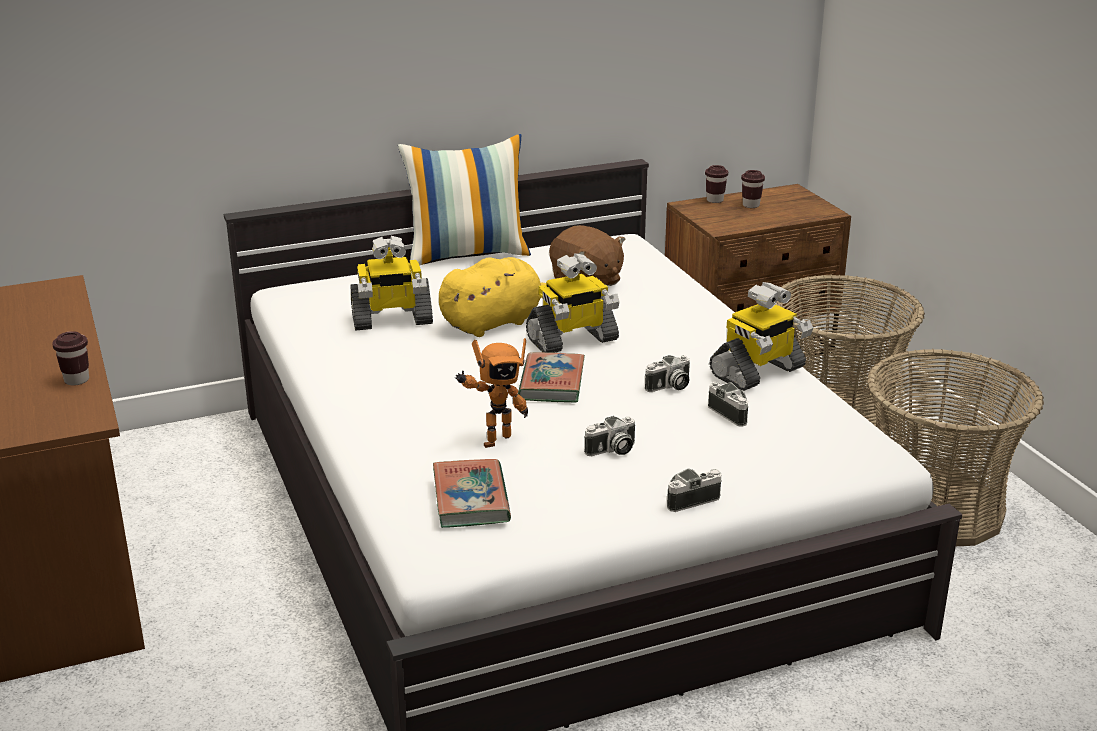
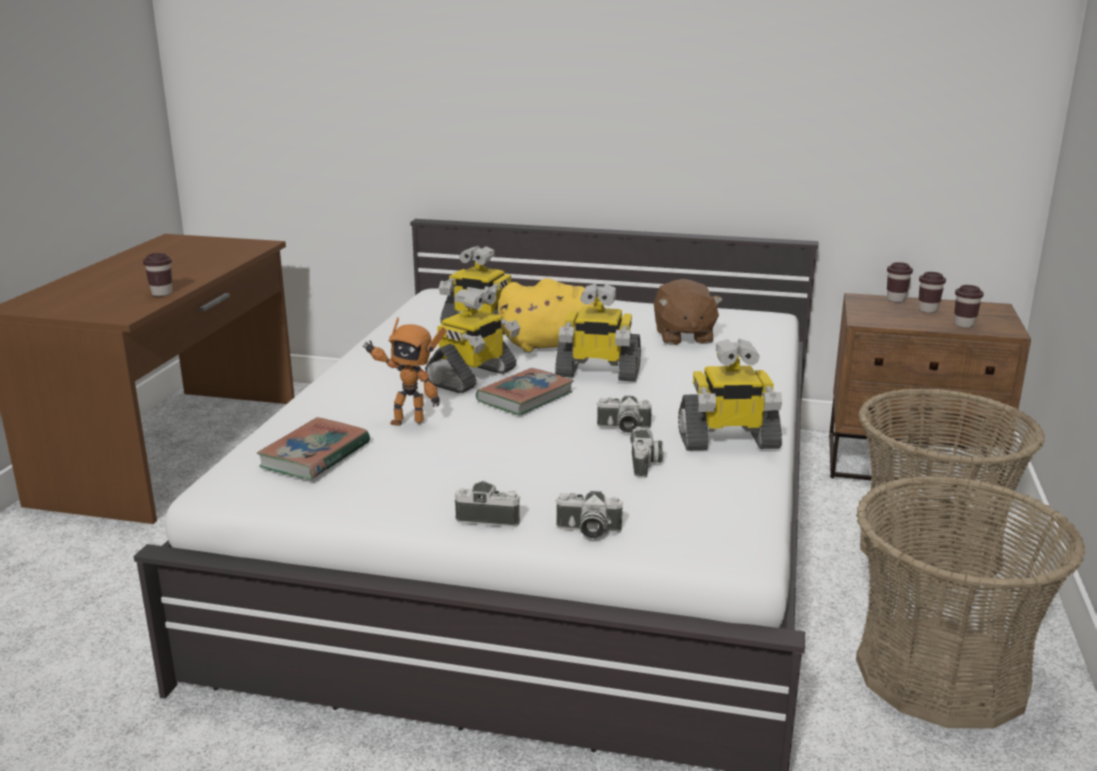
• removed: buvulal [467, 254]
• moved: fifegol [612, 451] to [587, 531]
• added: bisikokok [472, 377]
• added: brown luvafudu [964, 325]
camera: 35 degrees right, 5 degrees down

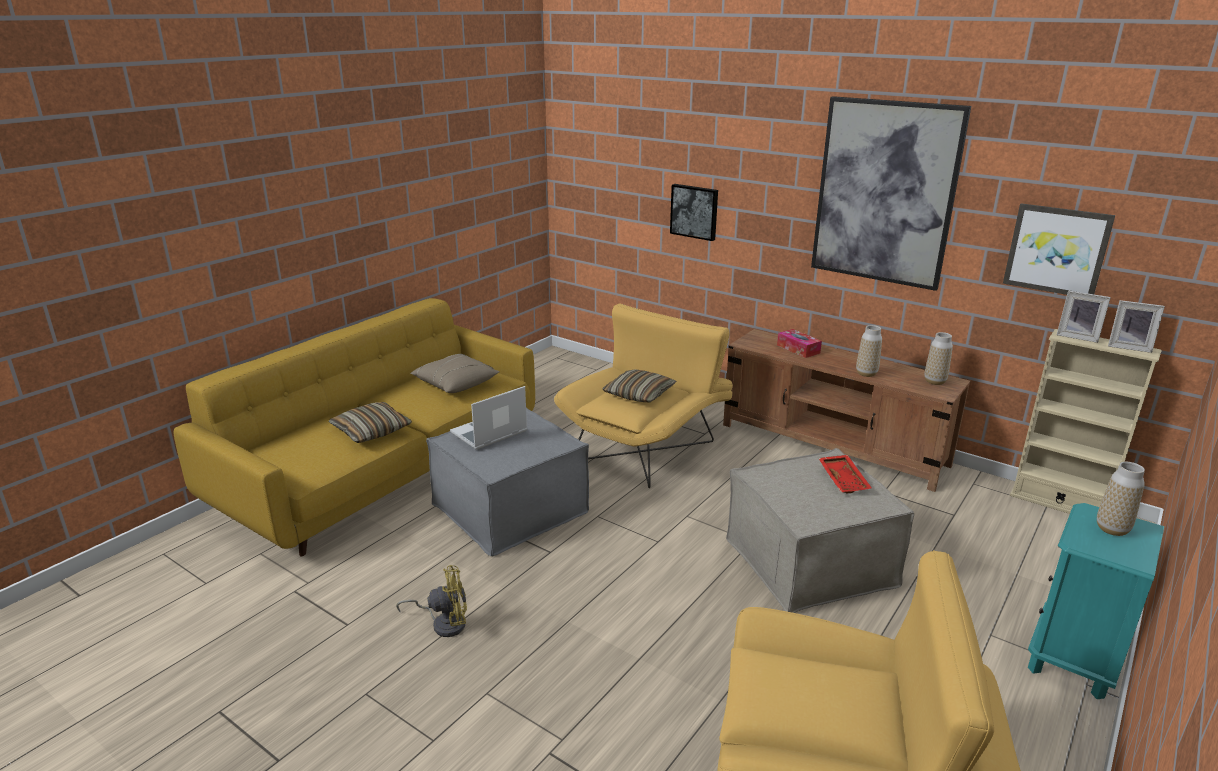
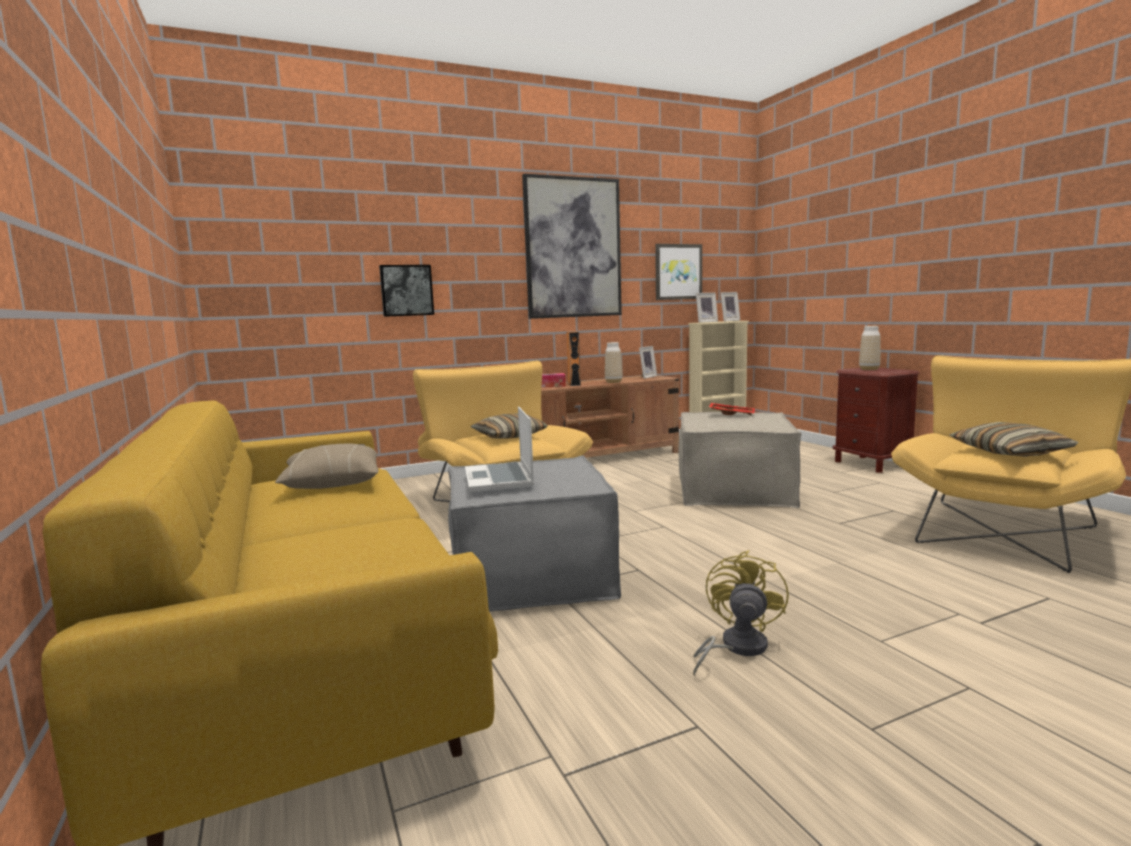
• moved: buvulal [371, 431] to [1010, 452]
• replaced: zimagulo [935, 381] to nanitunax [646, 377]
• recoloured: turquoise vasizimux [1072, 659] to brown vasizimux [870, 464]
• added: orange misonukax [574, 384]
camera: 60 degrees left, 15 degrees down

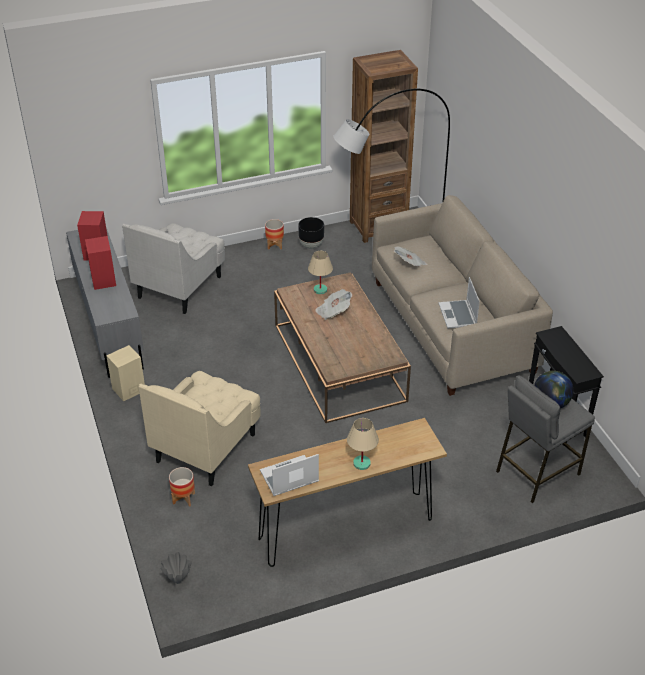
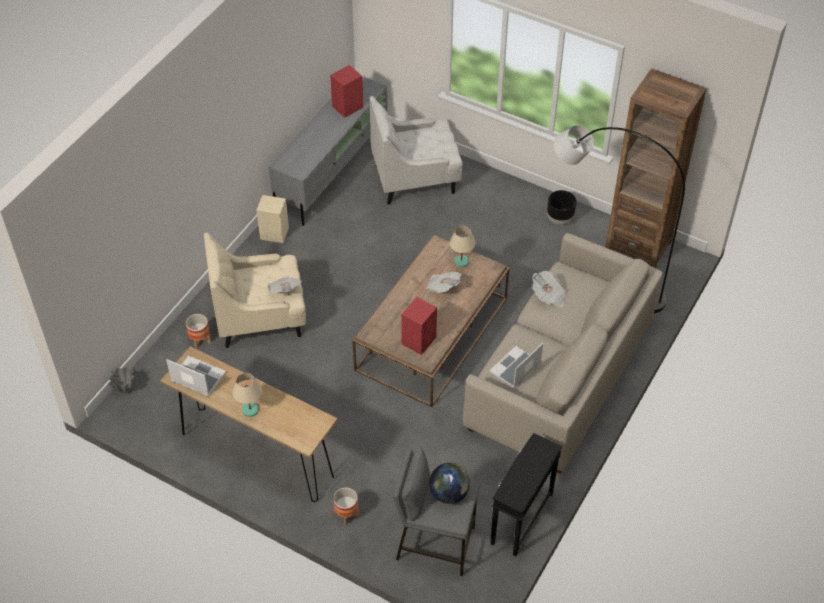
• moved: red misonukax [103, 280] to [419, 340]
• moved: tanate [275, 245] to [346, 515]
• added: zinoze [284, 290]
camera: 50 degrees right, 10 degrees up

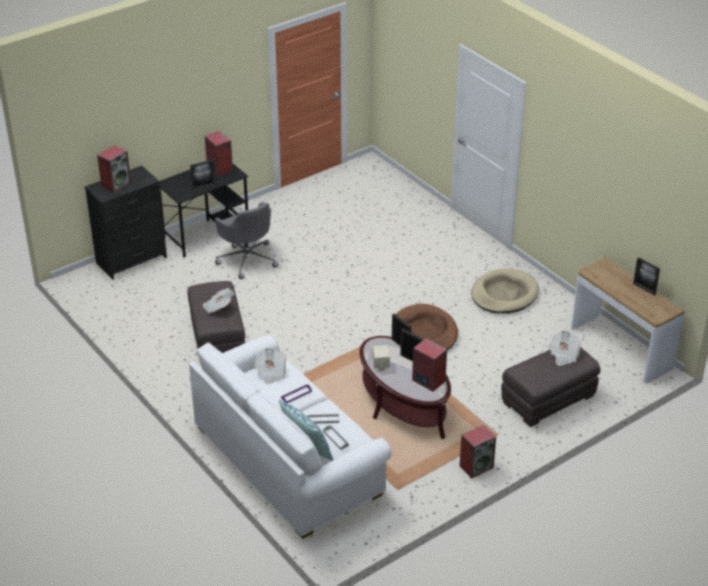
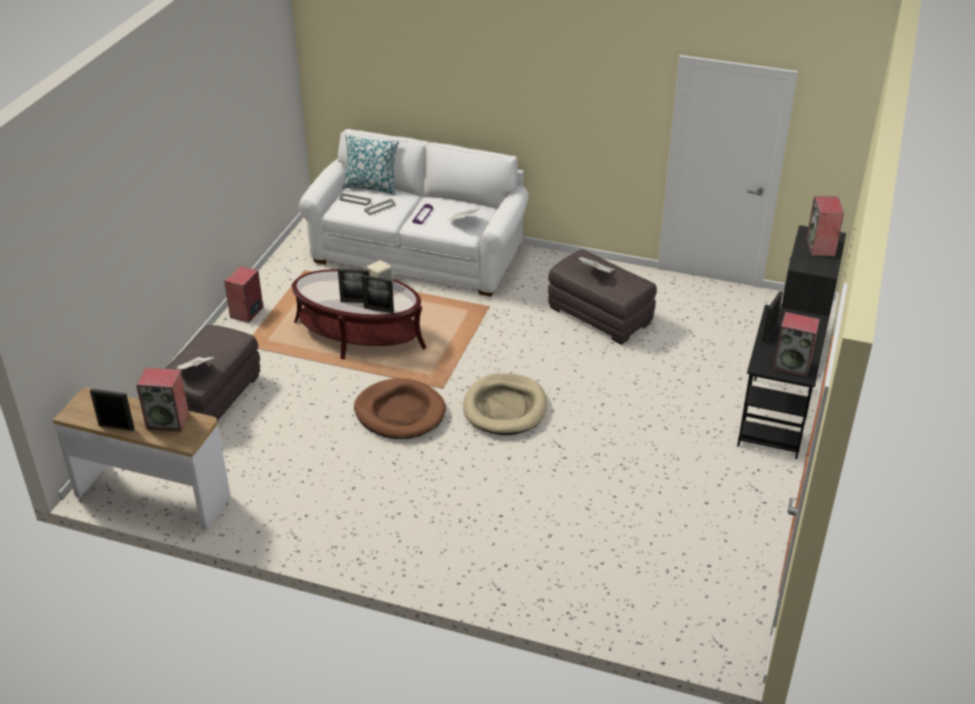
• removed: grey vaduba [247, 259]
• moved: misonukax [428, 380] to [168, 421]
• moved: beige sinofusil [504, 294] to [505, 408]
camera: 145 degrees right, 0 degrees up

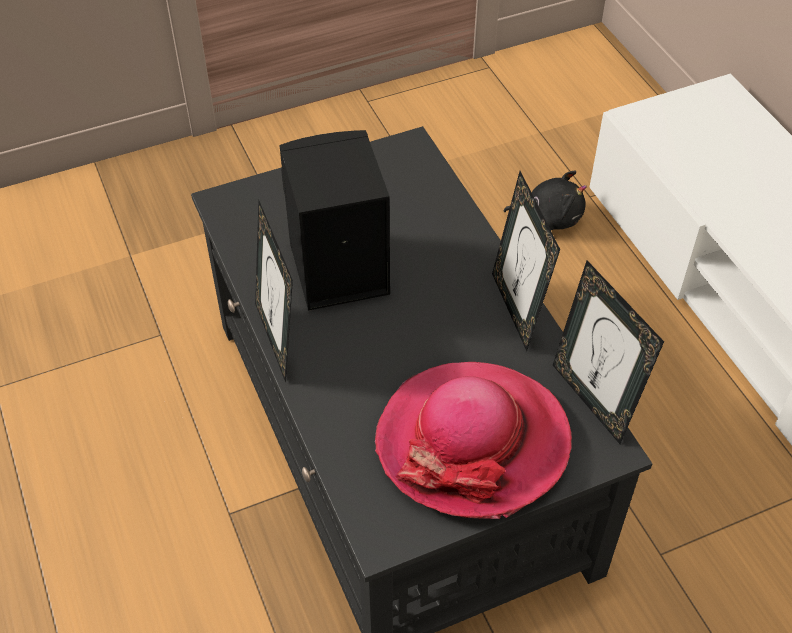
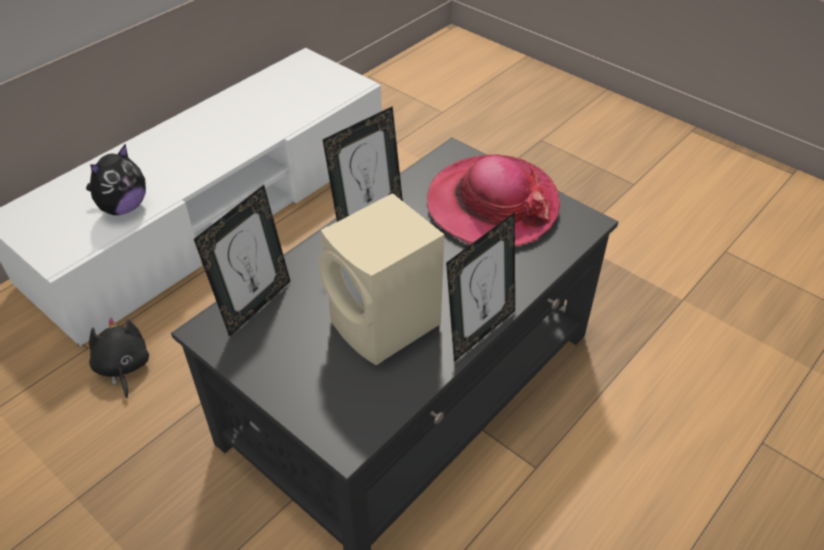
• recoloured: black misonukax [334, 269] to beige misonukax [386, 326]
• moved: nanitunax [592, 399] to [255, 304]
• added: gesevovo [123, 207]
camera: 115 degrees left, 5 degrees down

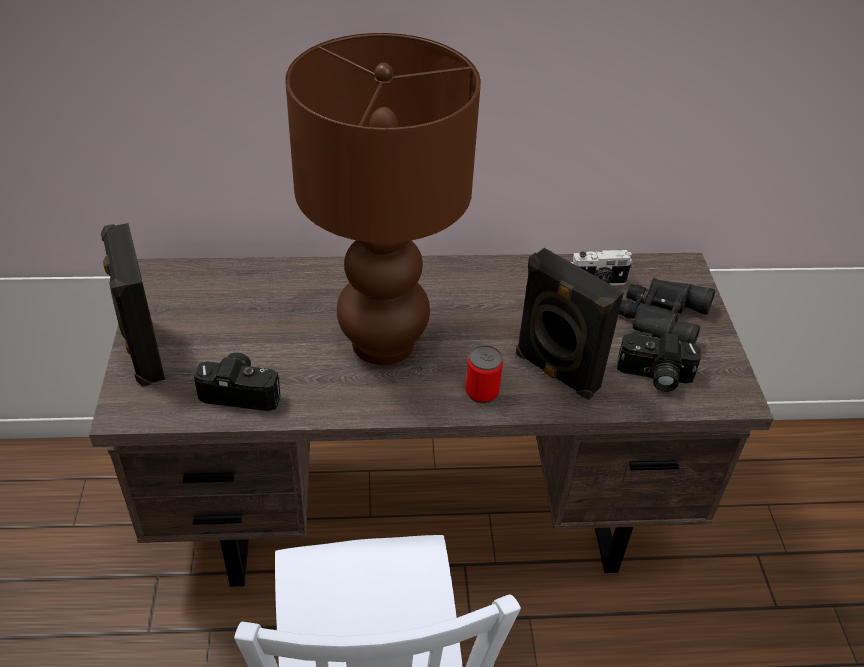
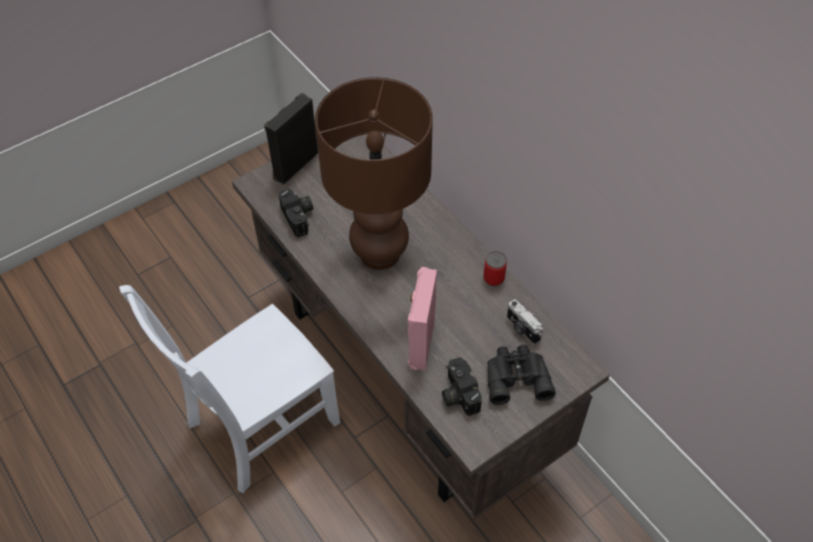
• moved: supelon [482, 392] to [493, 278]
• recoloured: black misonukax [555, 372] to pink misonukax [420, 343]
camera: 60 degrees right, 10 degrees up

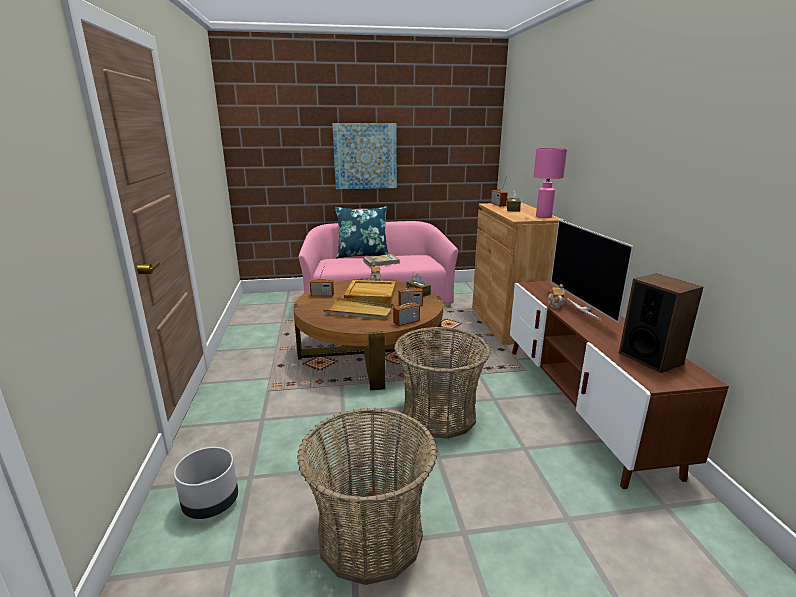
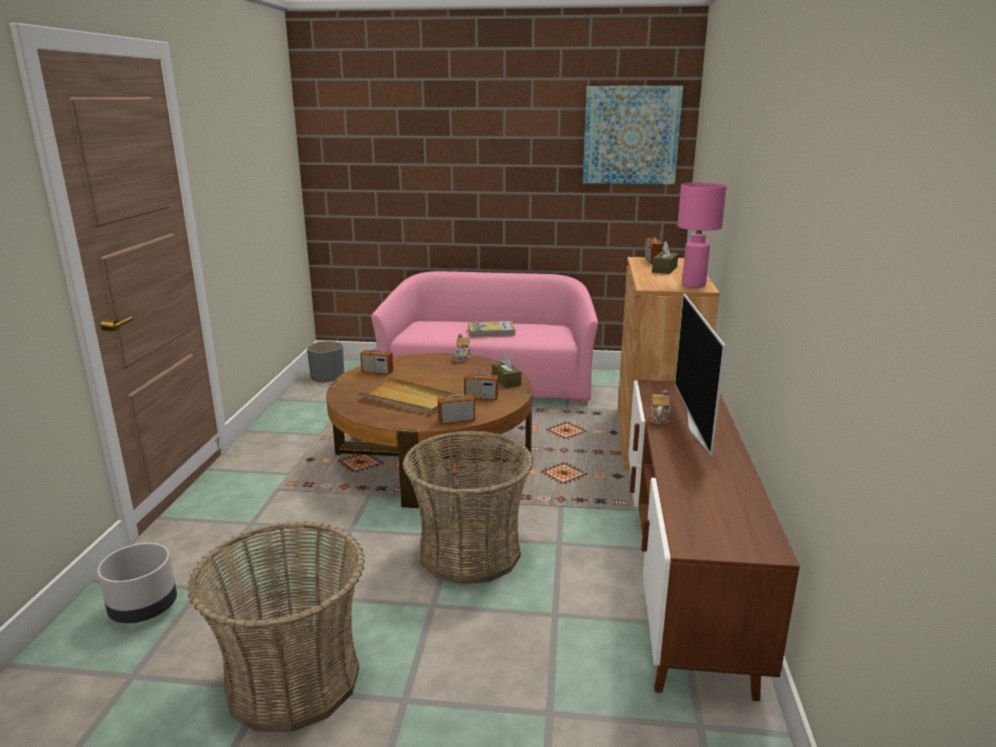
• moved: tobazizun [365, 156] to [631, 135]
• removed: blue buvulal [362, 255]
• removed: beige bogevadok [370, 294]
• removed: misonukax [650, 358]
• added: grey tanate [327, 376]
camera: 15 degrees right, 0 degrees up

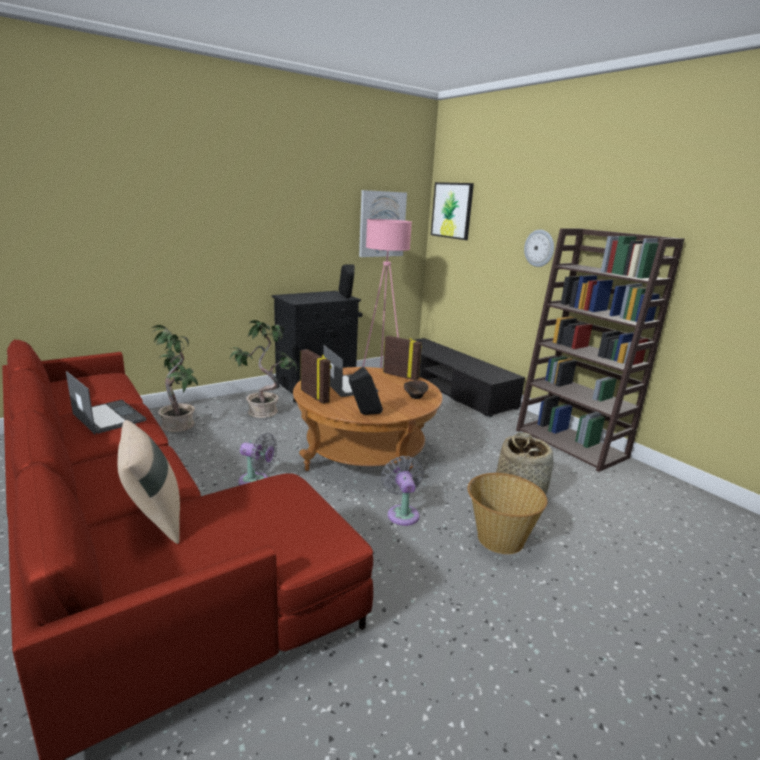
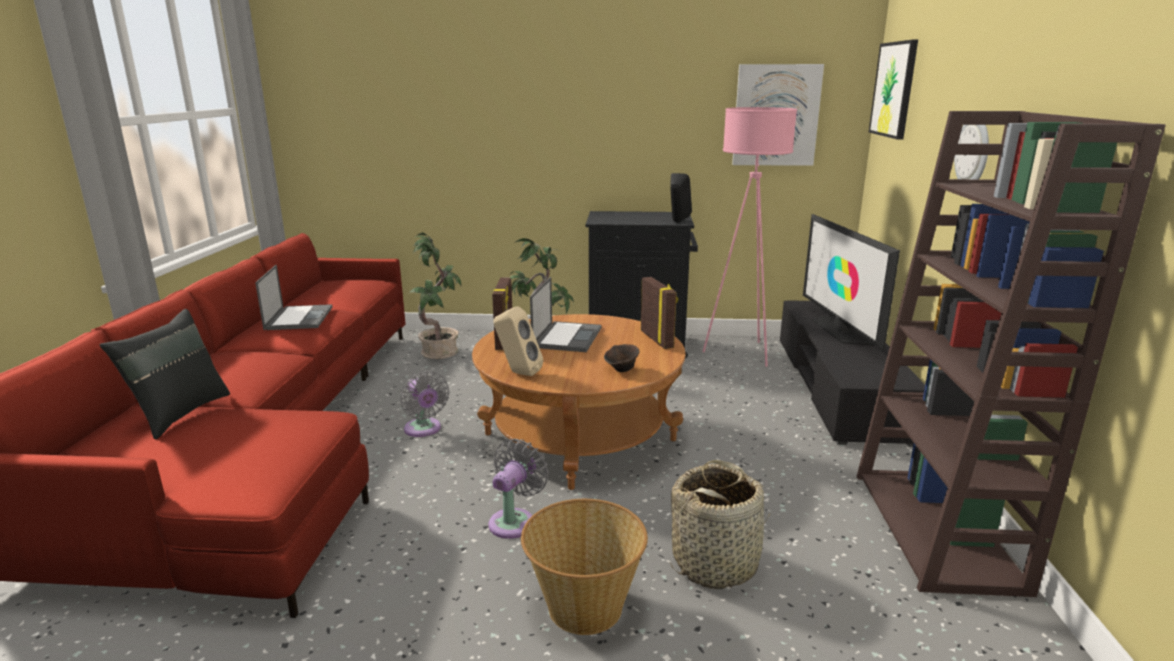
• recoloured: beige buvulal [154, 519] to black buvulal [179, 413]
• recoloured: black misonukax [364, 414] to beige misonukax [518, 373]
• added: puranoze [840, 330]
camera: 40 degrees right, 0 degrees up

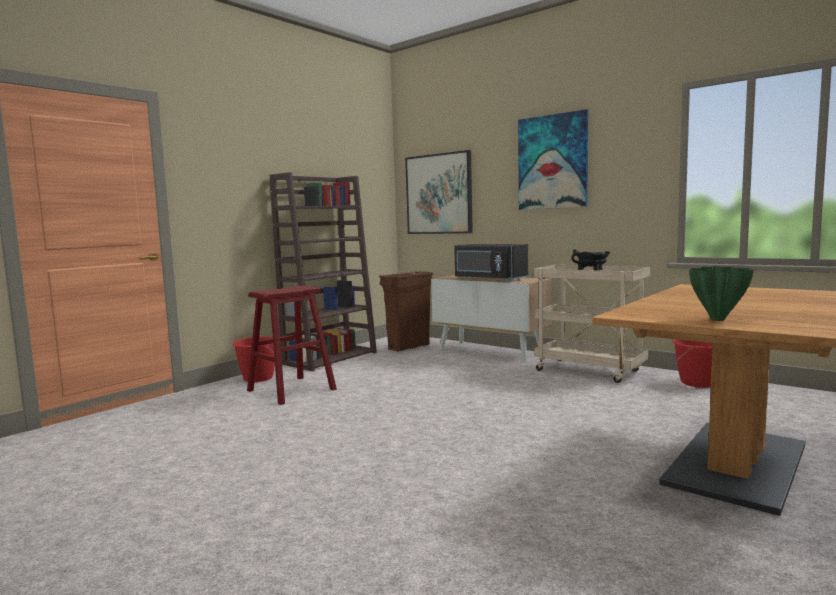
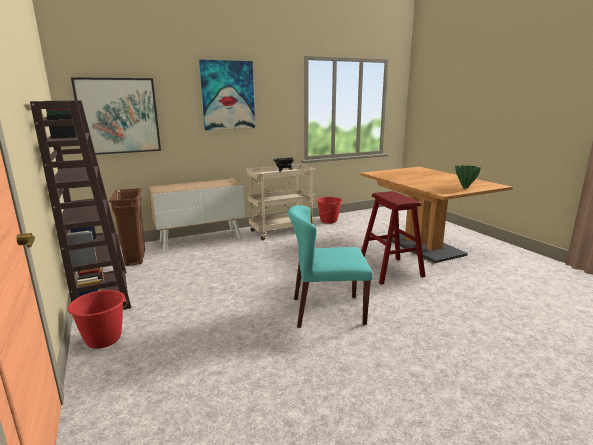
• moved: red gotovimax [291, 390] to [390, 270]
• removed: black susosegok [488, 279]
• added: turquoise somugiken [327, 311]
camera: 65 degrees left, 10 degrees up

